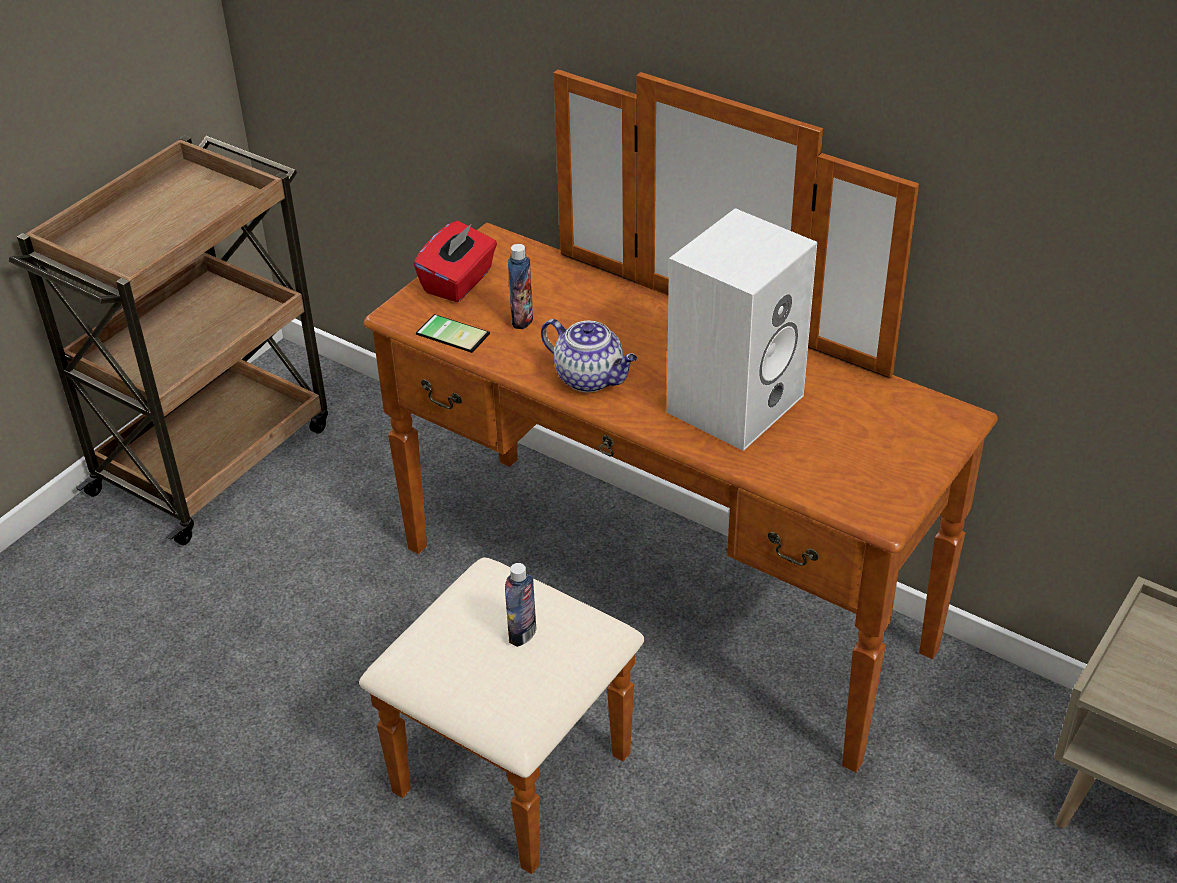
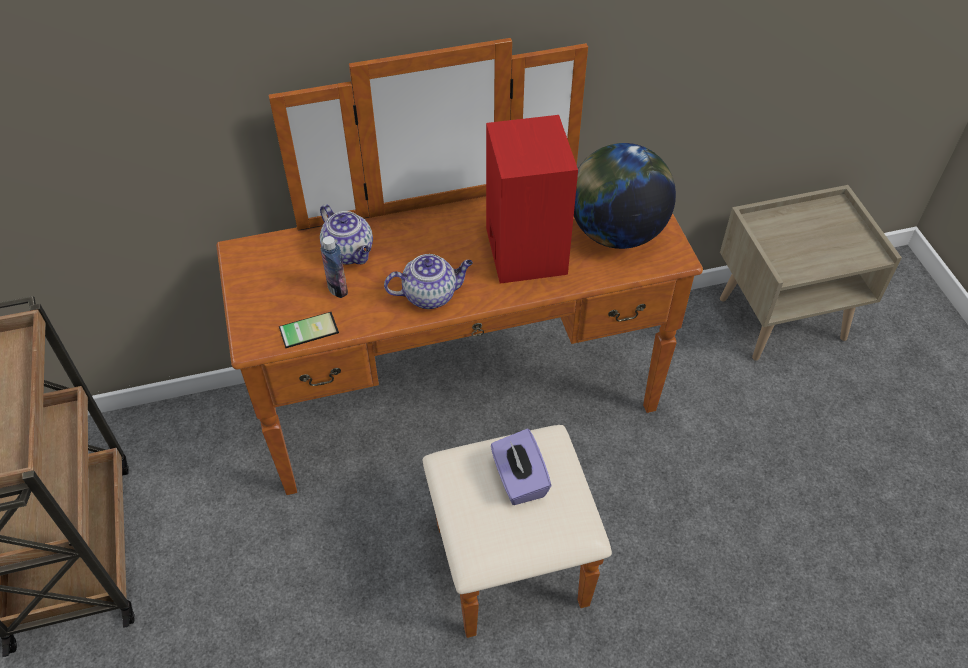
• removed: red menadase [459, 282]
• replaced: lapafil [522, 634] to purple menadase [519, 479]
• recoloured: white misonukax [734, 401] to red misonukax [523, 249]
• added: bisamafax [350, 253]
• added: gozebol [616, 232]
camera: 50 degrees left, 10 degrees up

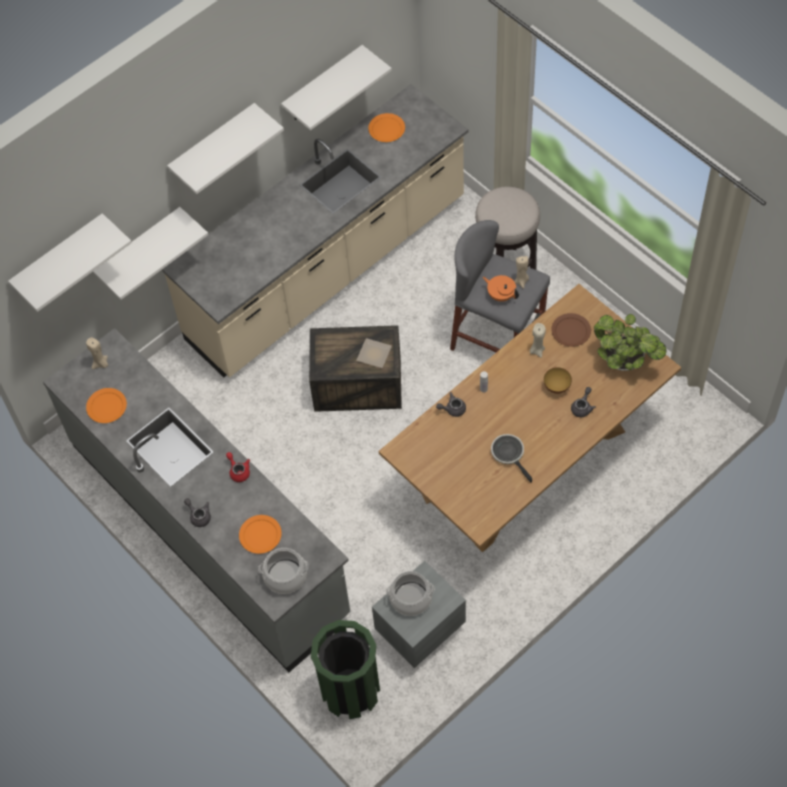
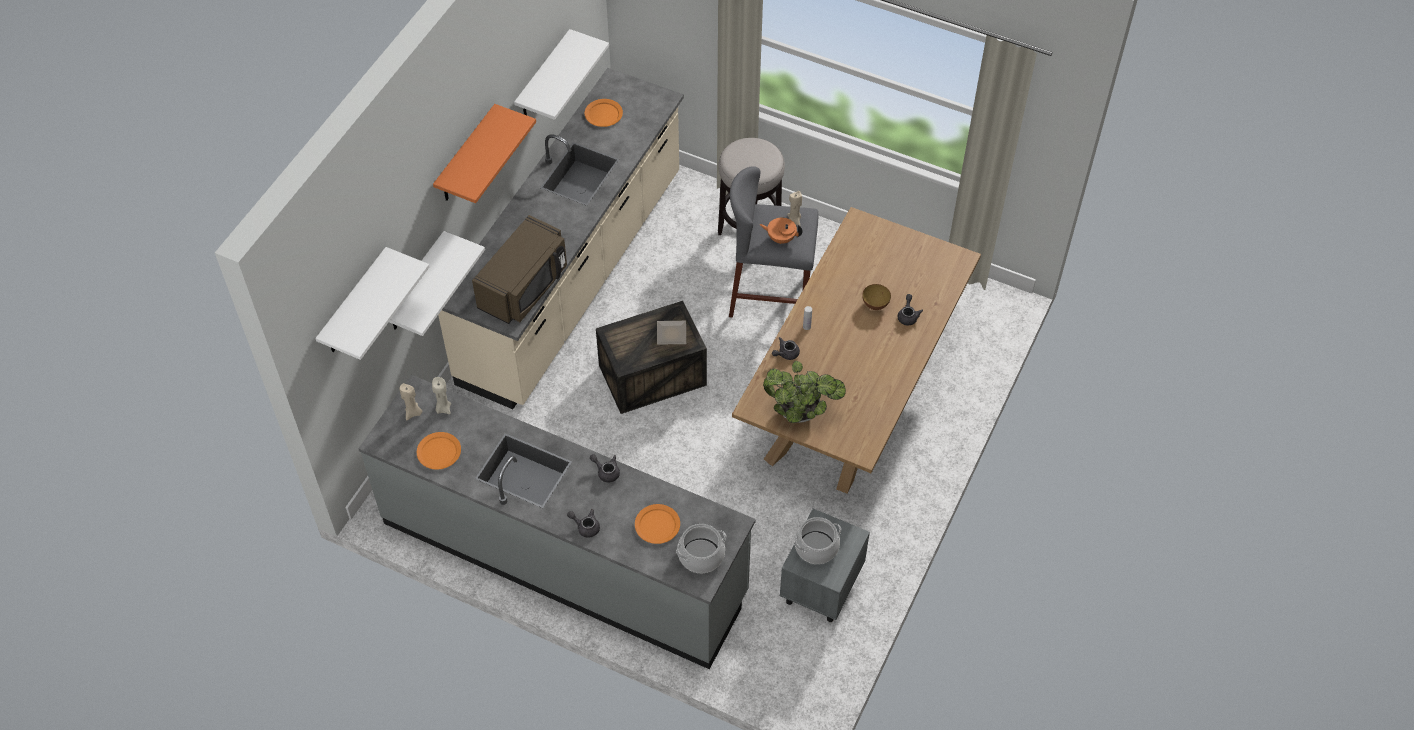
• recoloured: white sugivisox [213, 145] to orange sugivisox [466, 156]
• recoloured: red bisamafax [238, 471] to grey bisamafax [606, 471]
• removed: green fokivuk [350, 690]
• removed: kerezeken [509, 454]
• moved: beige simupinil [537, 350] to [443, 408]
• removed: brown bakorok [570, 331]
• moved: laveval [626, 362] to [801, 413]
• added: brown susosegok [525, 287]
camera: 25 degrees left, 5 degrees down

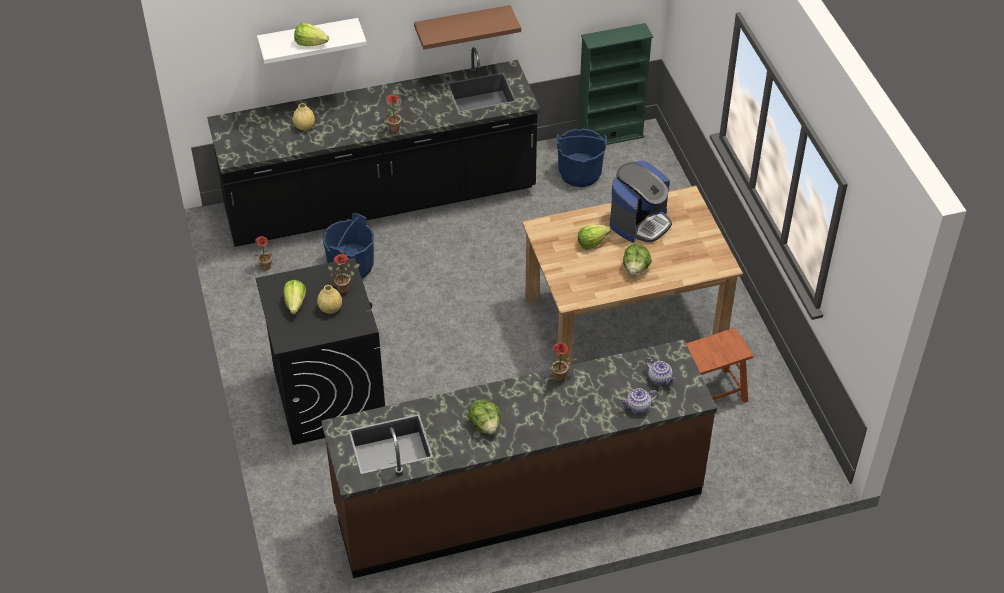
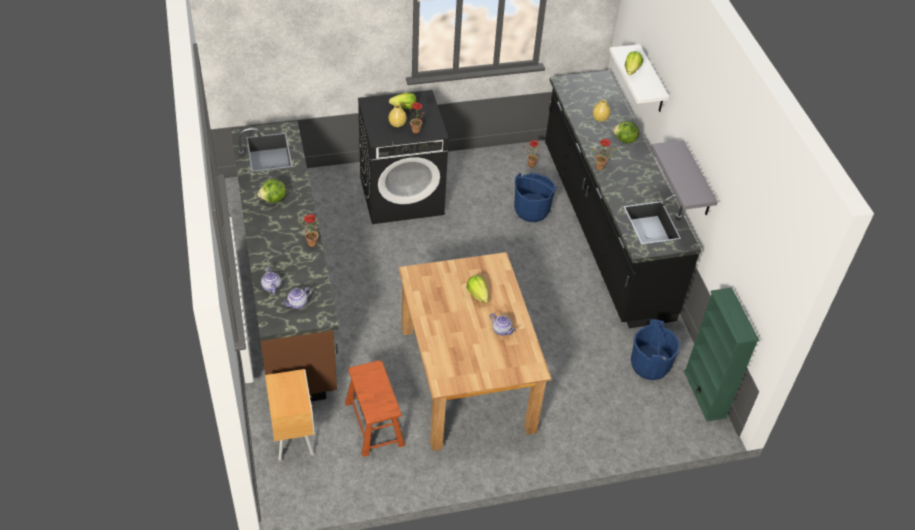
• recoloured: brown sugivisox [462, 26] to grey sugivisox [697, 180]
• replaced: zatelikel [640, 222] to bisamafax [502, 330]
• moved: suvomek [636, 268] to [624, 140]
• added: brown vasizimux [294, 437]
camera: 90 degrees right, 0 degrees up

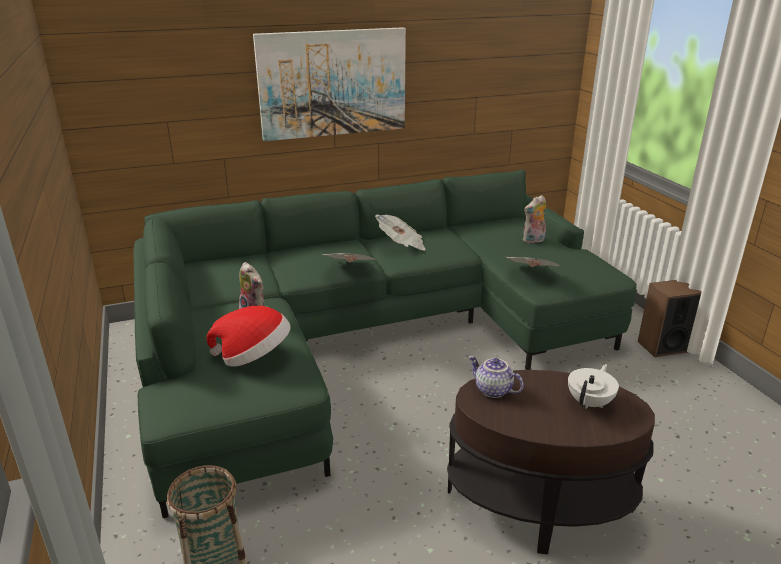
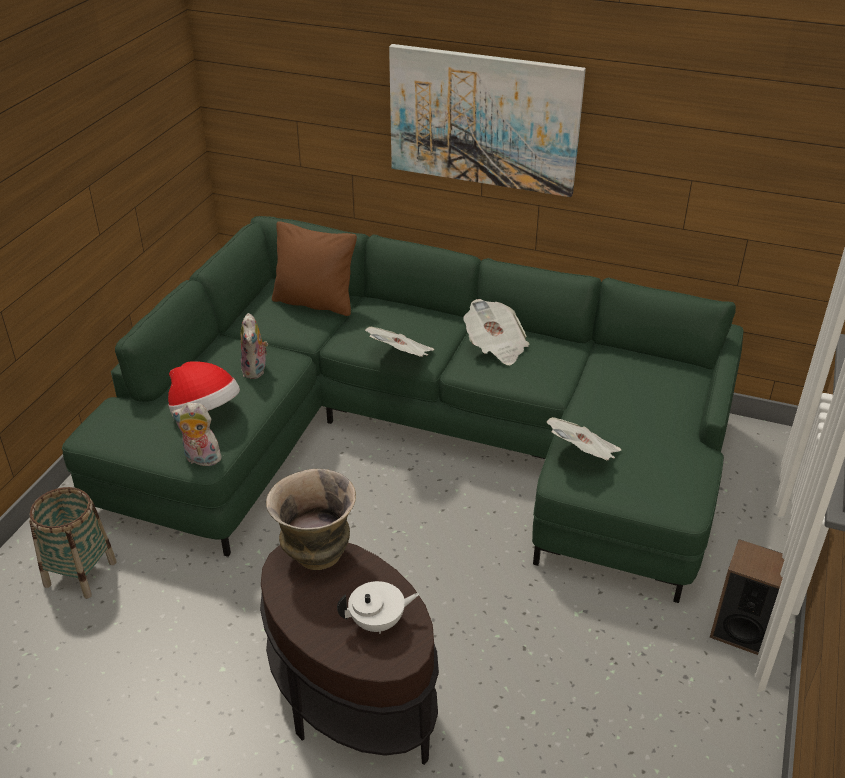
• replaced: bisamafax [492, 390] to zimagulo [316, 557]
• moved: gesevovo [533, 241] to [201, 459]
• added: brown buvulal [315, 302]
camera: 40 degrees right, 10 degrees up

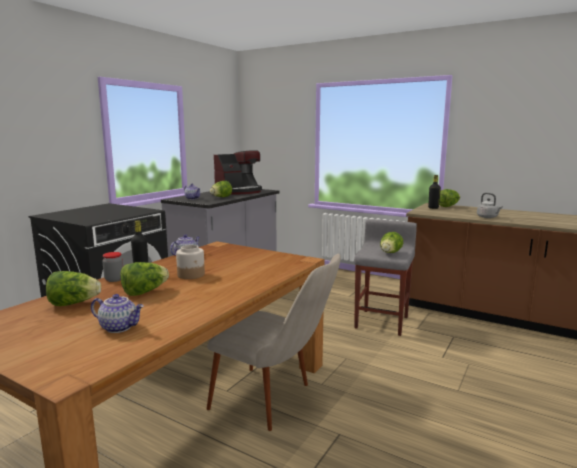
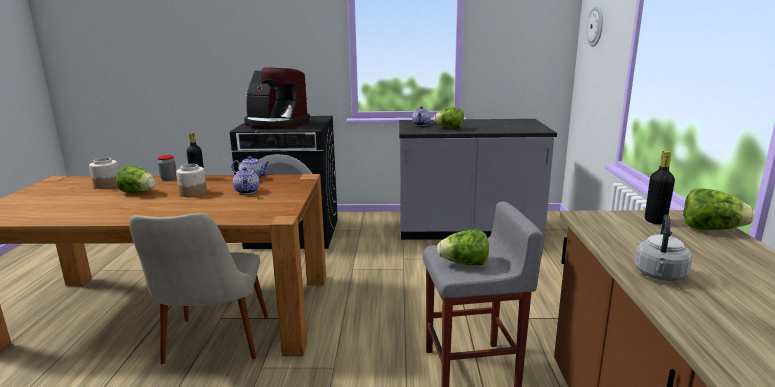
• replaced: suvomek [74, 304] to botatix [107, 185]
• moved: bisamafax [119, 327] to [247, 191]
• moved: zatelikel [239, 191] to [275, 124]
• added: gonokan [596, 26]
camera: 60 degrees right, 5 degrees up

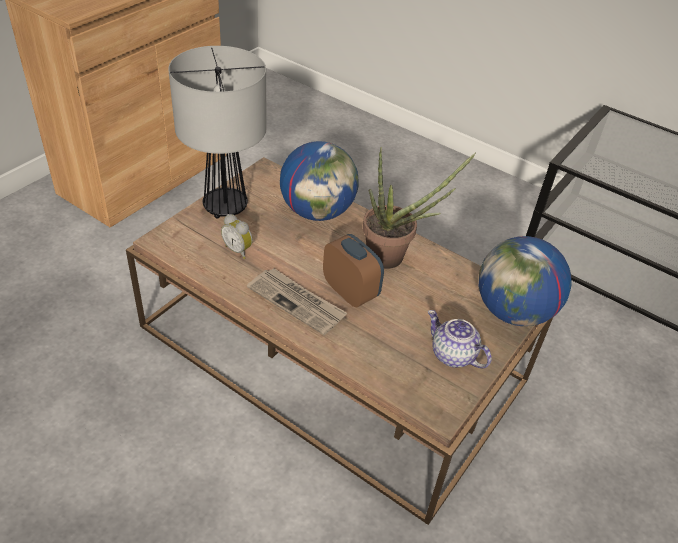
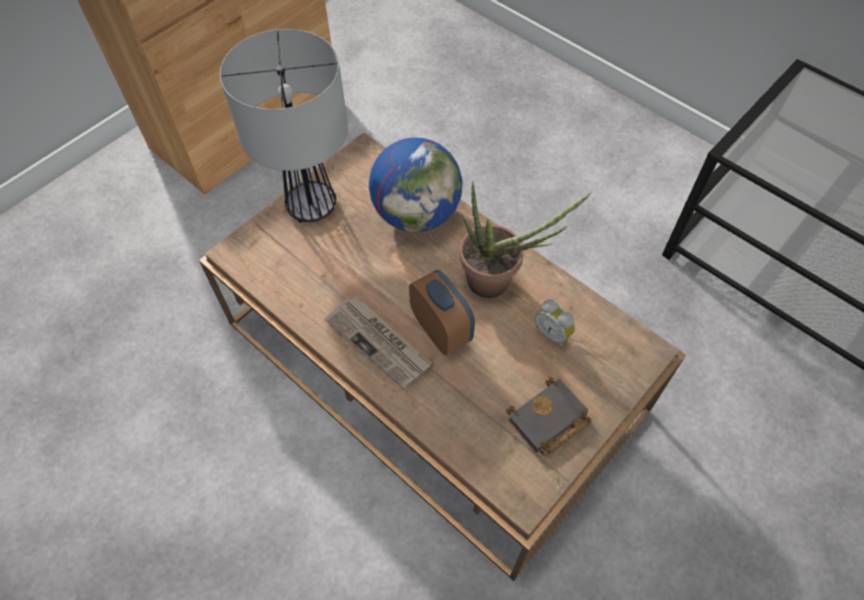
• moved: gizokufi [238, 250] to [553, 333]
• replaced: bisamafax [452, 355] to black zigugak [547, 421]
• removed: gozebol [513, 312]
camera: 10 degrees right, 15 degrees up

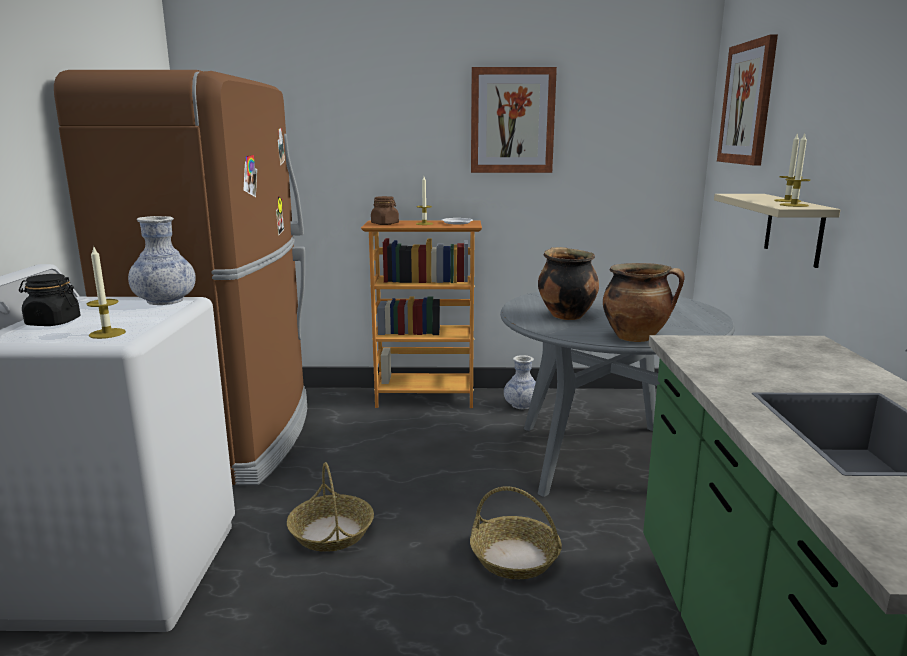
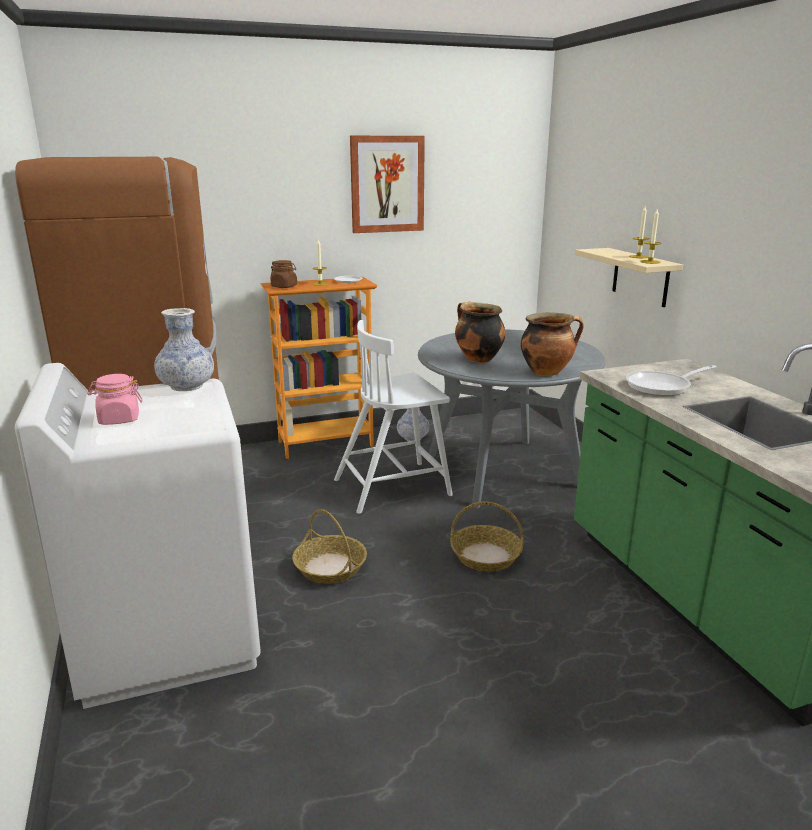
• recoloured: black botatix [53, 322] to pink botatix [119, 419]
• removed: simupinil [107, 333]
• removed: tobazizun [747, 103]
• added: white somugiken [394, 487]
• added: kerezeken [662, 387]
camera: 20 degrees left, 5 degrees up

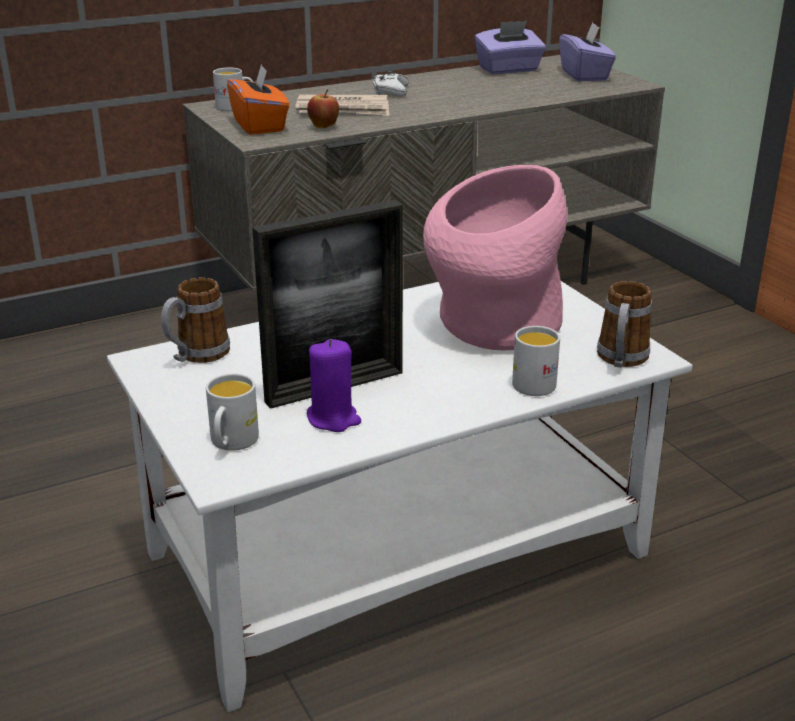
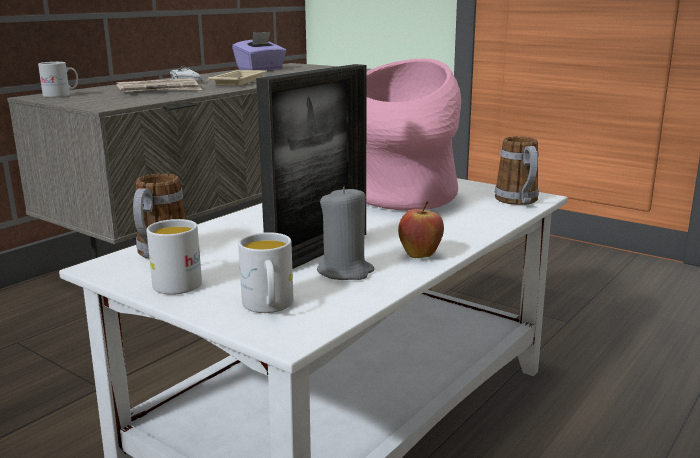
• removed: orange menadase [260, 125]
• moved: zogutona [324, 127] to [420, 256]
• recoloured: purple simupinil [333, 419] to grey simupinil [345, 272]
• moved: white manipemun [534, 381] to [177, 282]
• removed: purple menadase [585, 75]
• added: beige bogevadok [239, 81]
camera: 25 degrees left, 10 degrees down

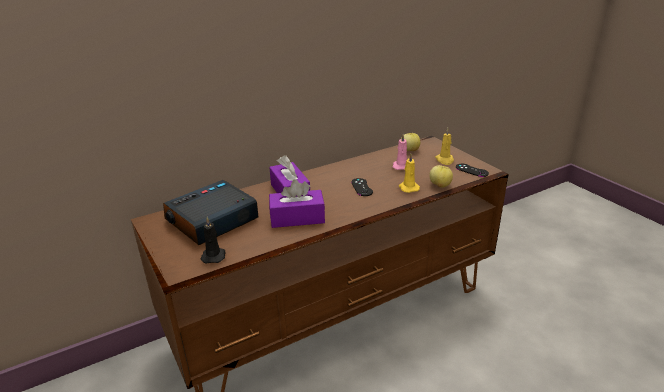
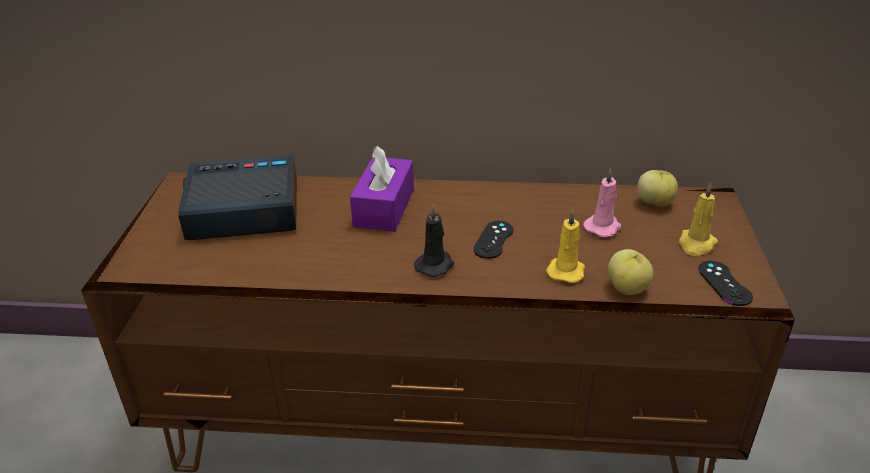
• moved: black simupinil [214, 256] to [435, 265]
• removed: purple menadase [297, 218]
camera: 35 degrees right, 5 degrees up

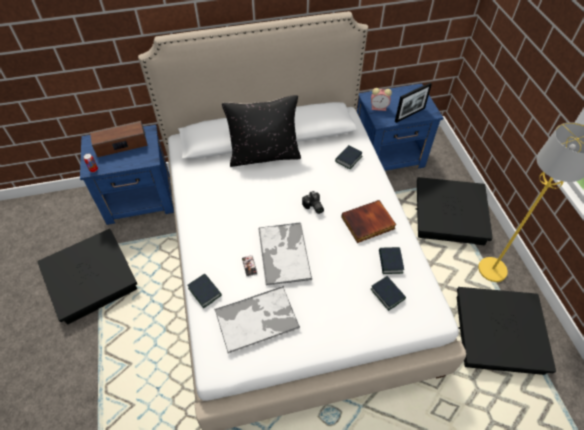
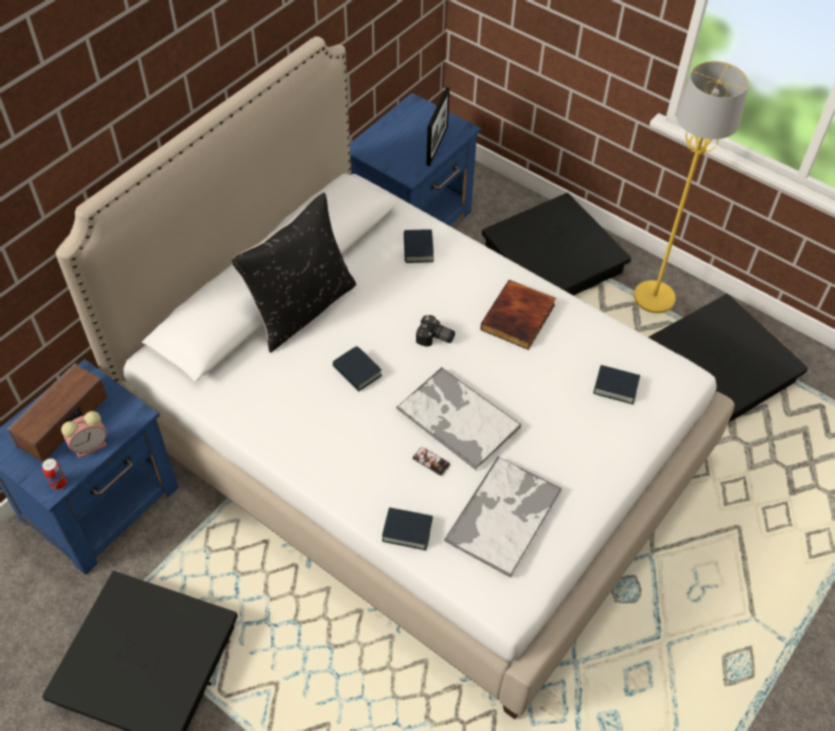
• moved: gizokufi [379, 107] to [91, 445]
• moved: zigugak [390, 262] to [357, 372]
camera: 40 degrees left, 0 degrees up

